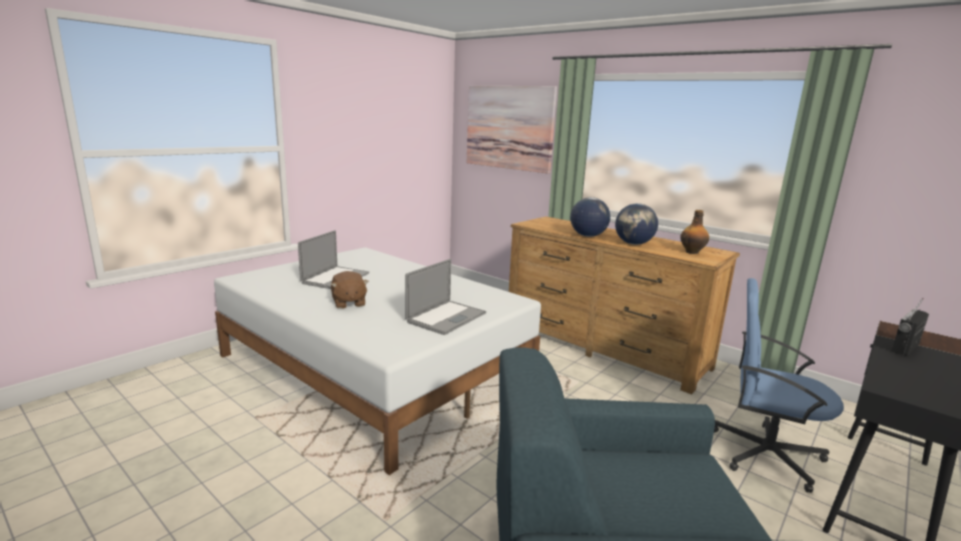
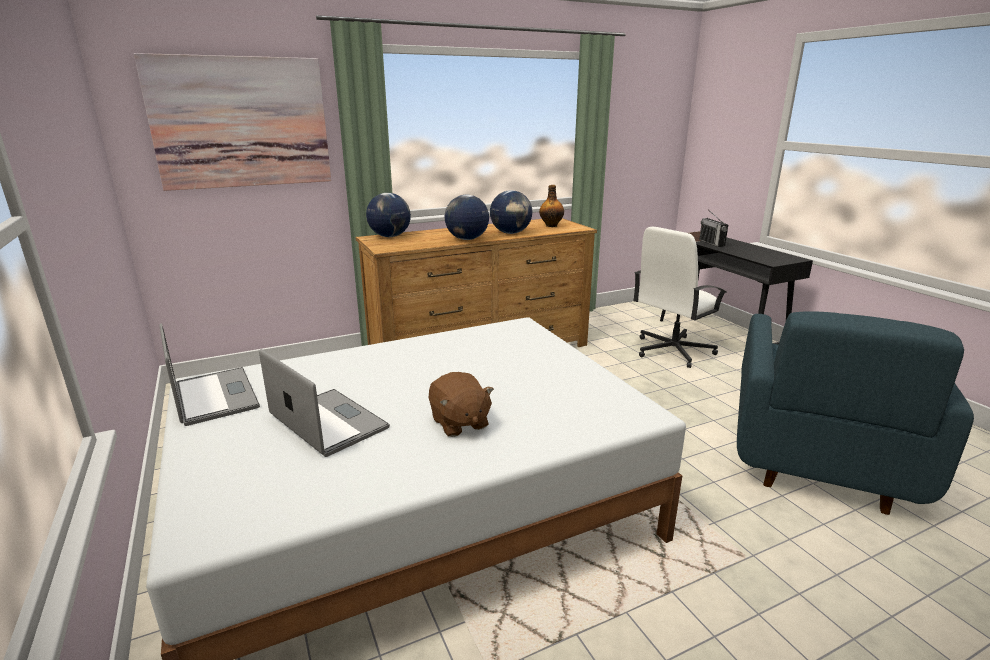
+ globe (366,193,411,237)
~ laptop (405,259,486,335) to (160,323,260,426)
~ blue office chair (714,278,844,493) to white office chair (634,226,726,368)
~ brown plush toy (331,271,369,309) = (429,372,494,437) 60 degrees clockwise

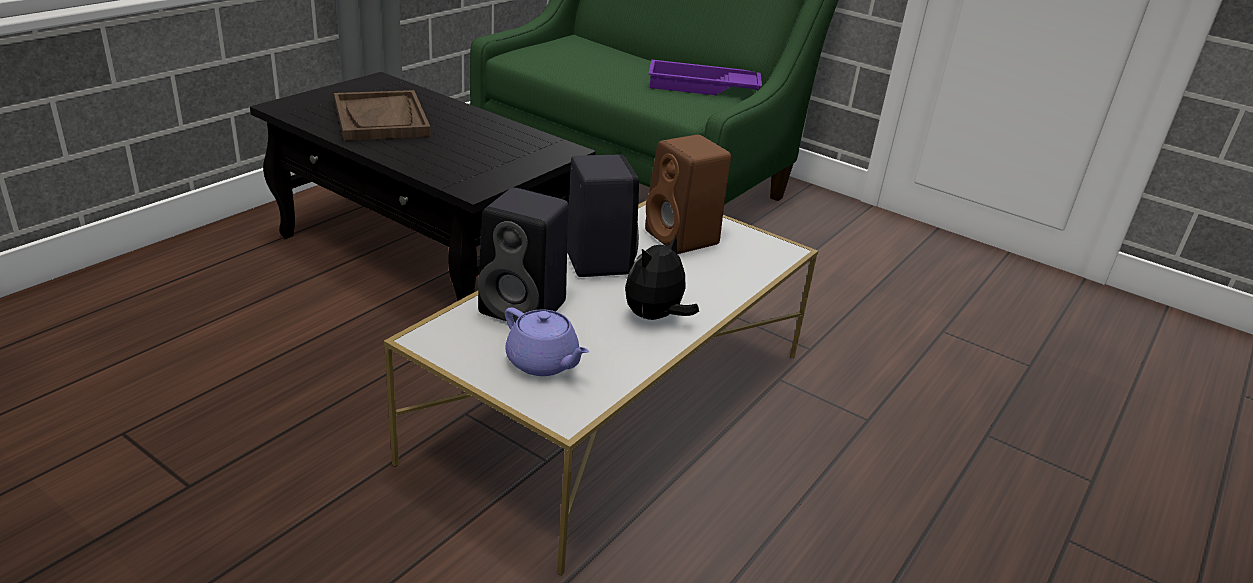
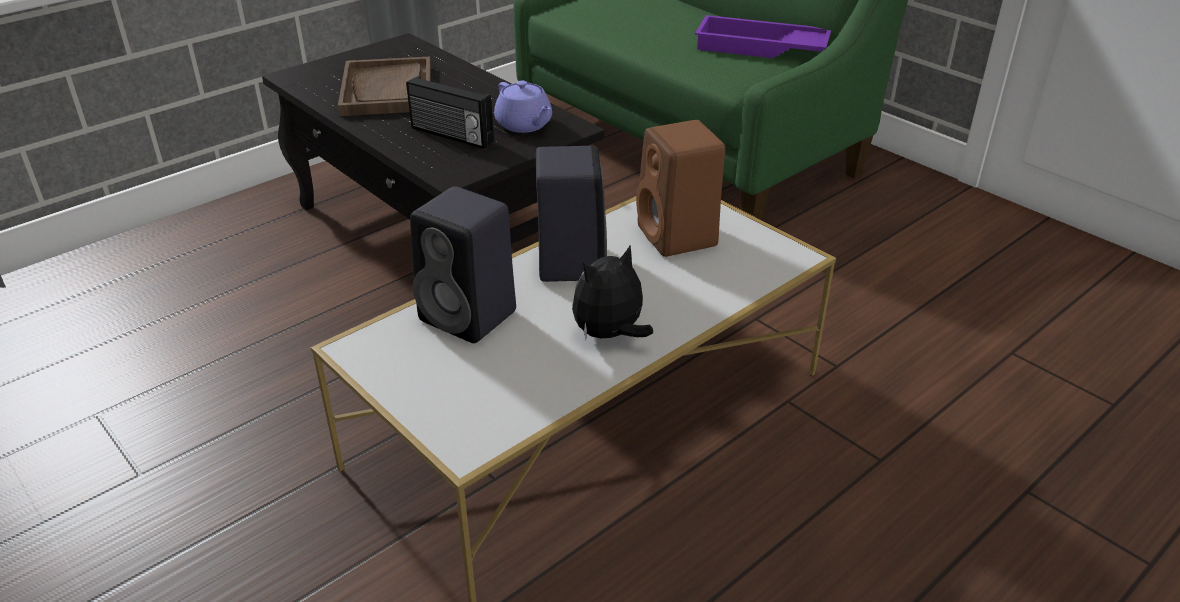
+ radio (406,76,494,149)
~ purple teapot (505,307,589,376) to (494,81,552,133)

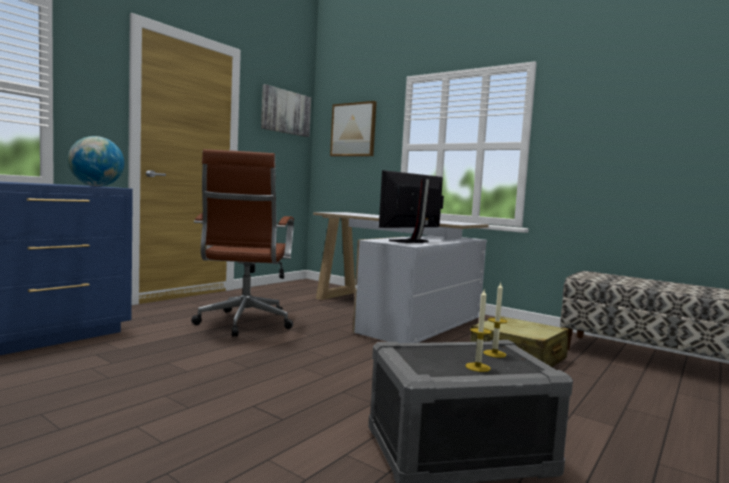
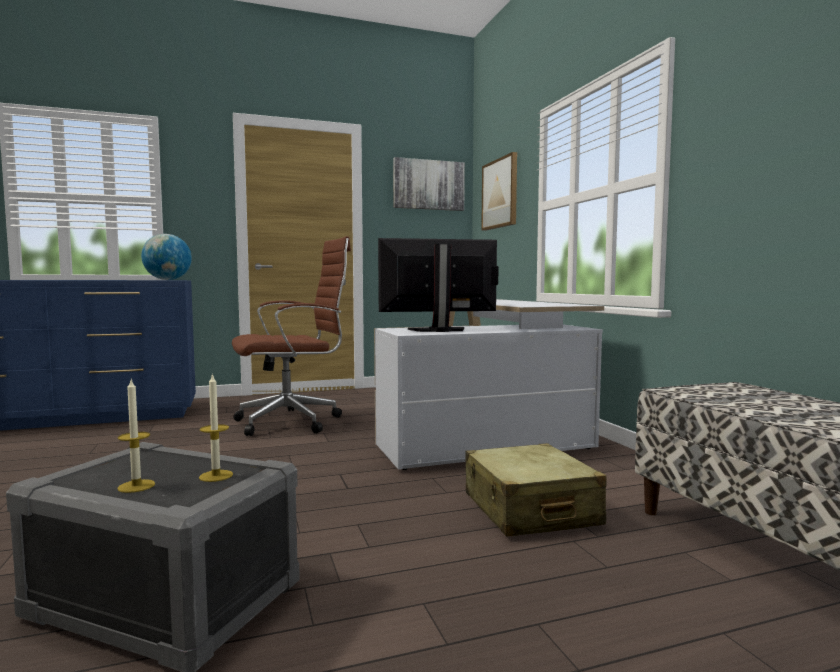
~ brown office chair (191,149,294,337) = (232,236,351,436) 150 degrees counterclockwise

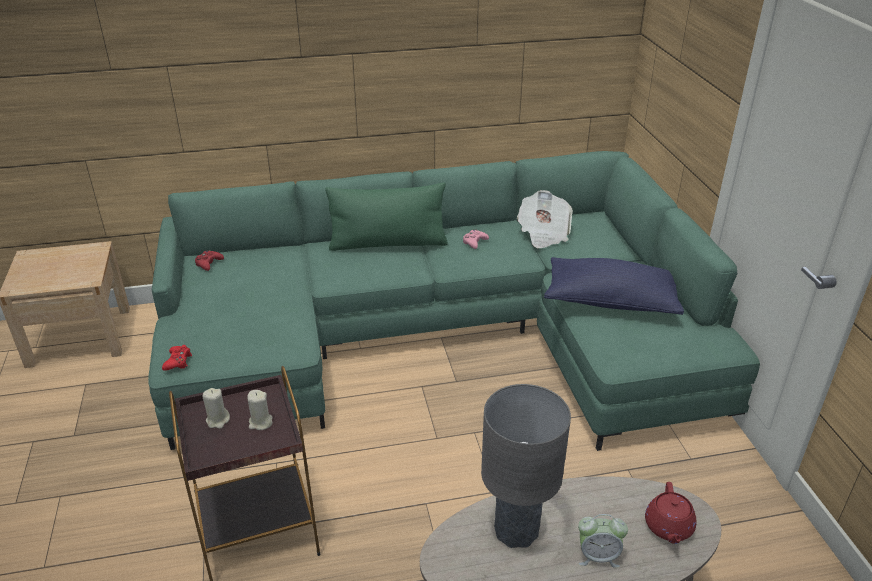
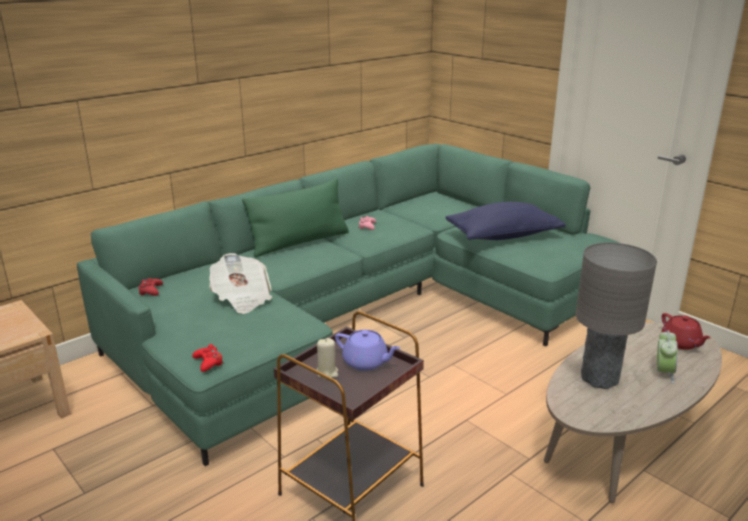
~ newspaper (517,190,573,248) to (209,253,272,314)
~ beige candle (247,390,273,430) to purple teapot (335,330,400,371)
~ alarm clock (578,514,628,568) = (657,330,678,383) 45 degrees counterclockwise

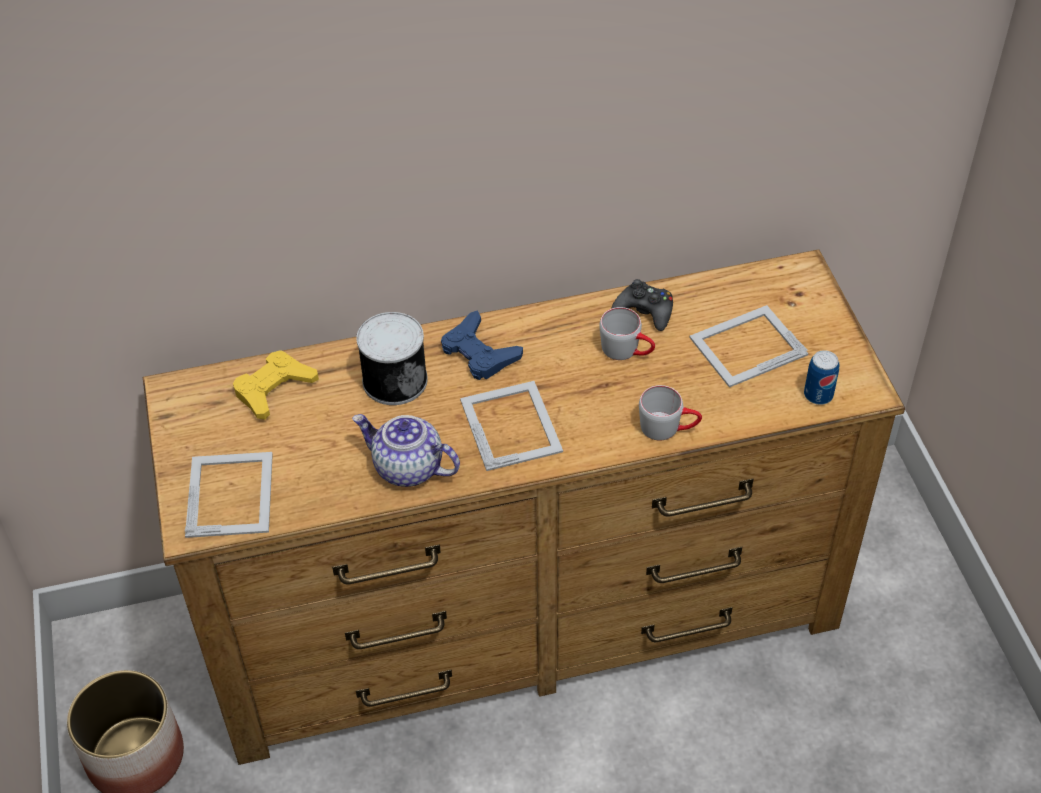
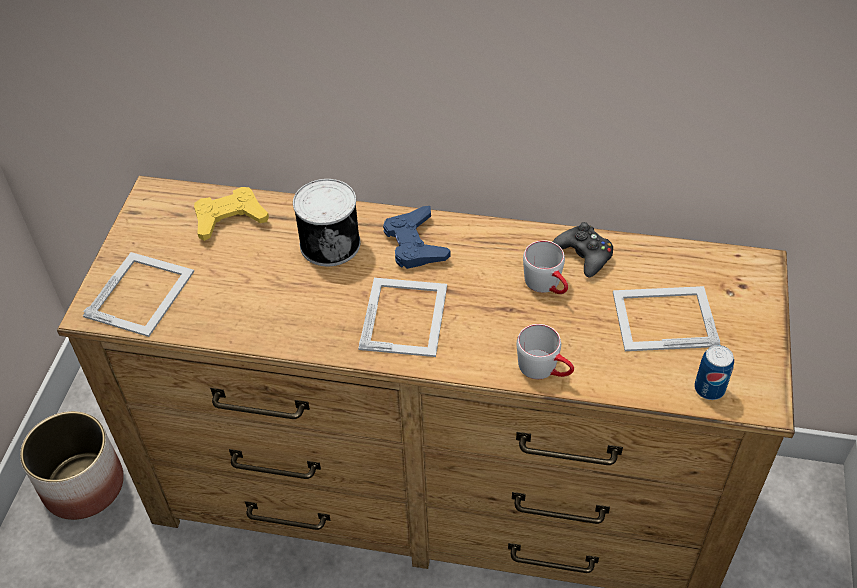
- teapot (352,414,460,487)

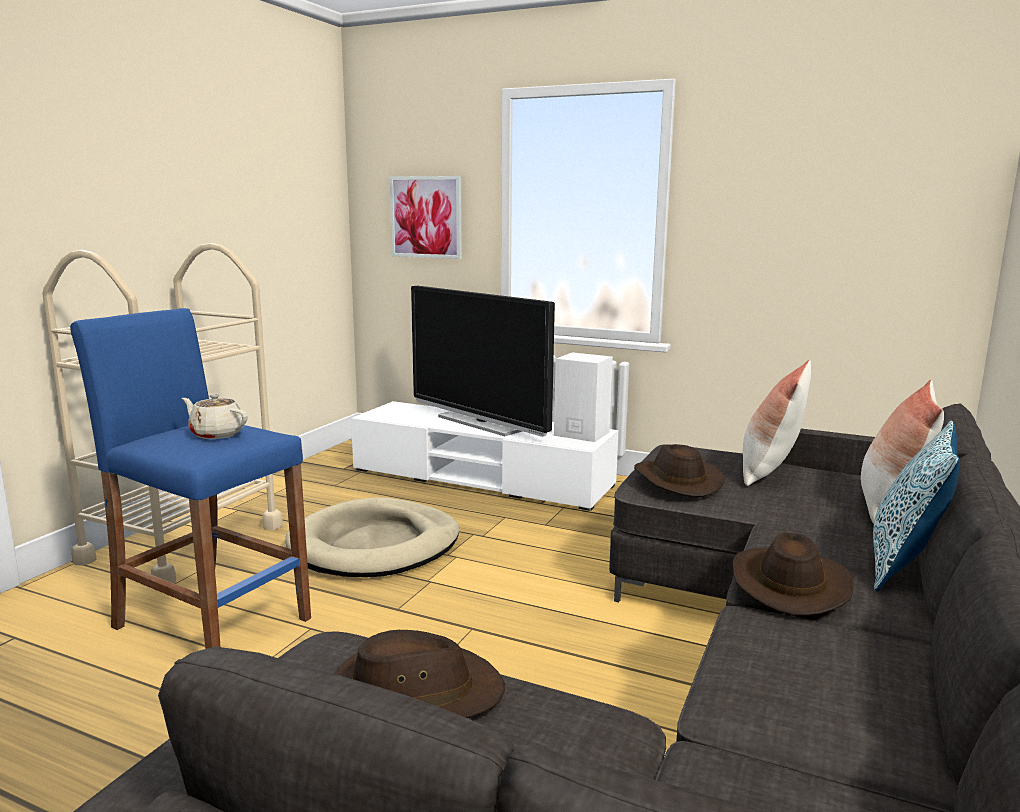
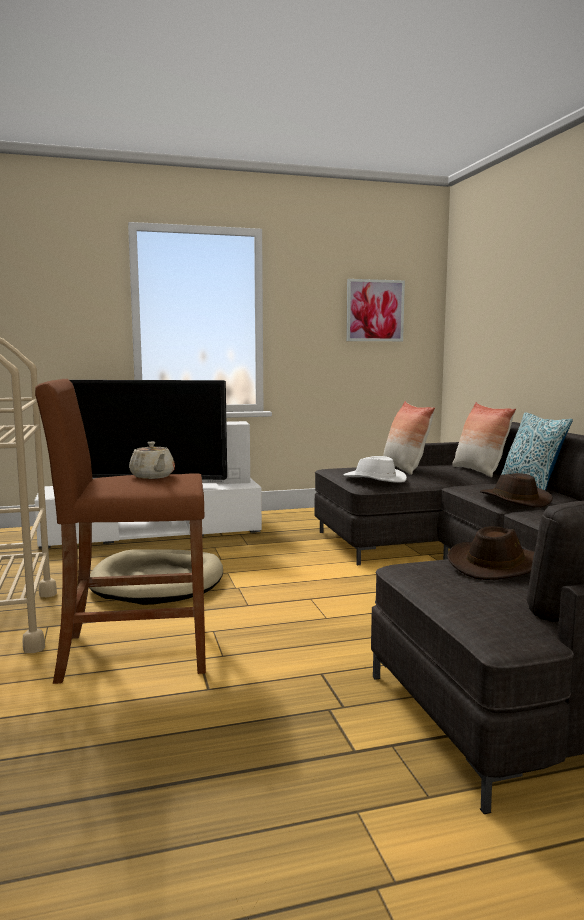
~ picture (390,176,462,259) to (346,279,405,341)
~ blue stool (70,308,311,649) to brown stool (35,379,206,684)
~ brown hat (634,444,725,497) to white hat (344,456,407,483)
~ beige teapot (182,394,248,439) = (129,442,175,479) 105 degrees counterclockwise

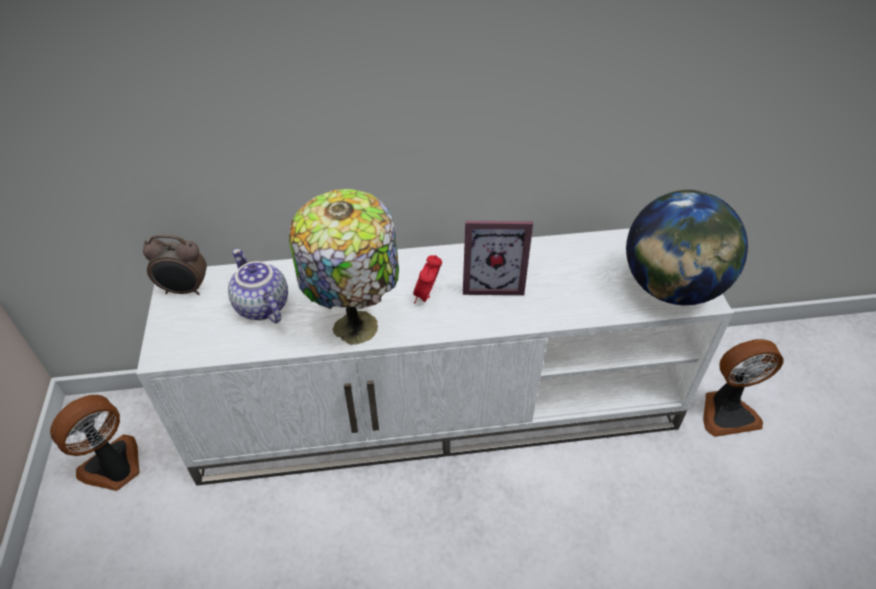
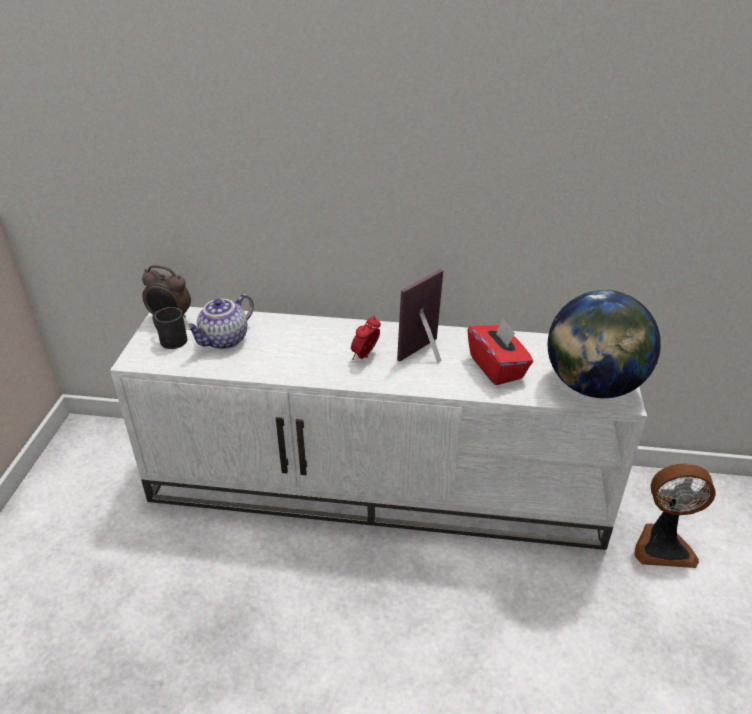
- fan (50,395,140,491)
- table lamp (289,189,399,345)
+ black mug (153,307,187,349)
+ red tissue box (468,318,533,385)
~ teapot (228,249,288,323) = (185,294,254,350) 120 degrees counterclockwise
~ picture frame (463,221,533,295) = (397,269,443,363) 120 degrees clockwise

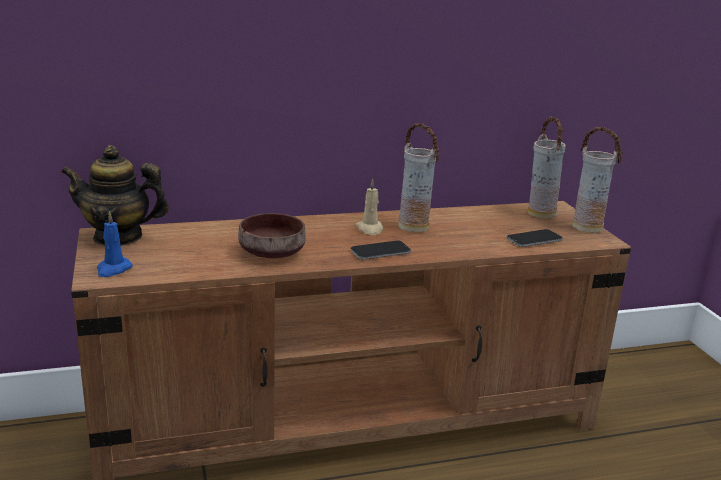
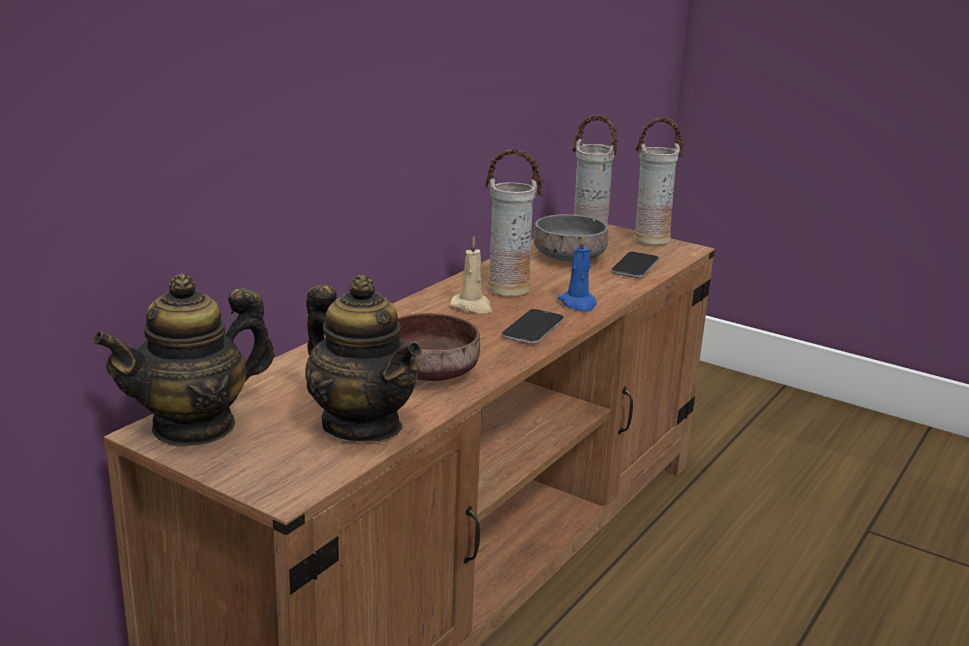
+ teapot (305,275,422,442)
+ grey bowl (534,214,608,262)
~ blue candle (97,211,133,277) to (557,234,597,312)

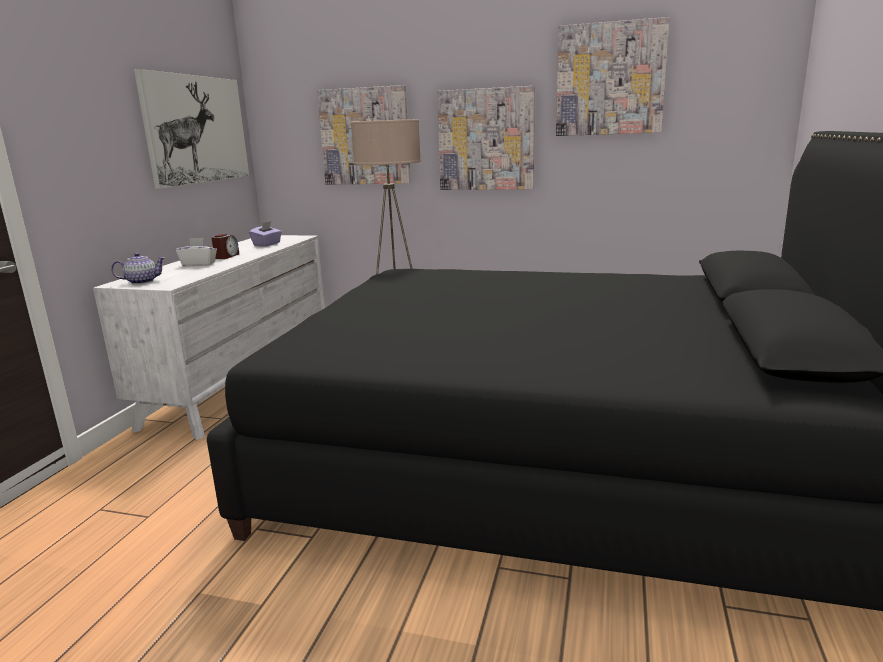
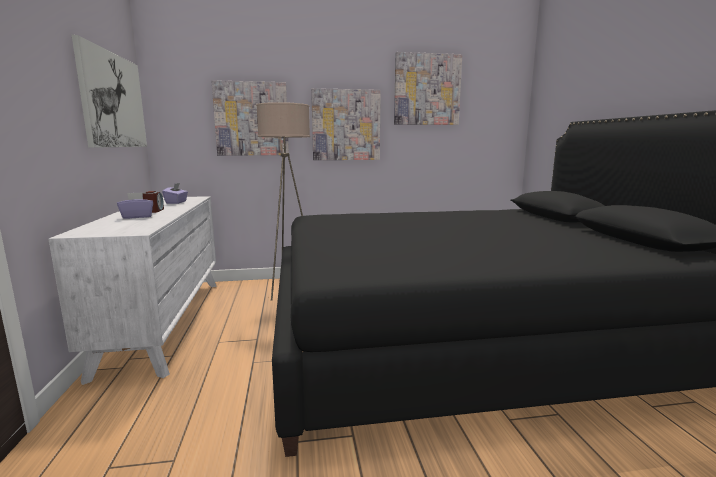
- teapot (111,253,166,284)
~ white tissue box (176,237,217,267) to purple tissue box (117,192,153,219)

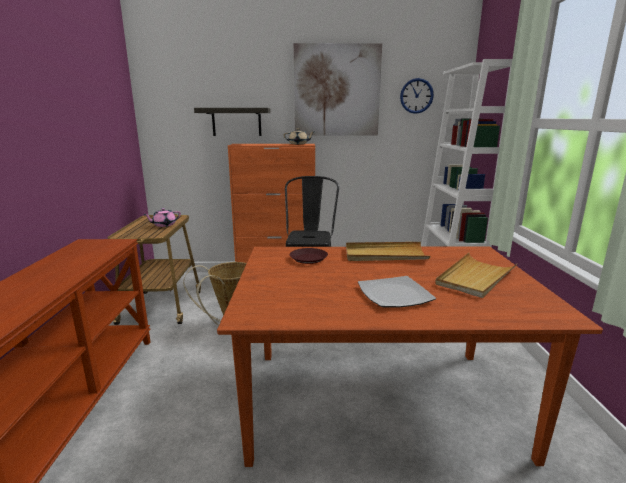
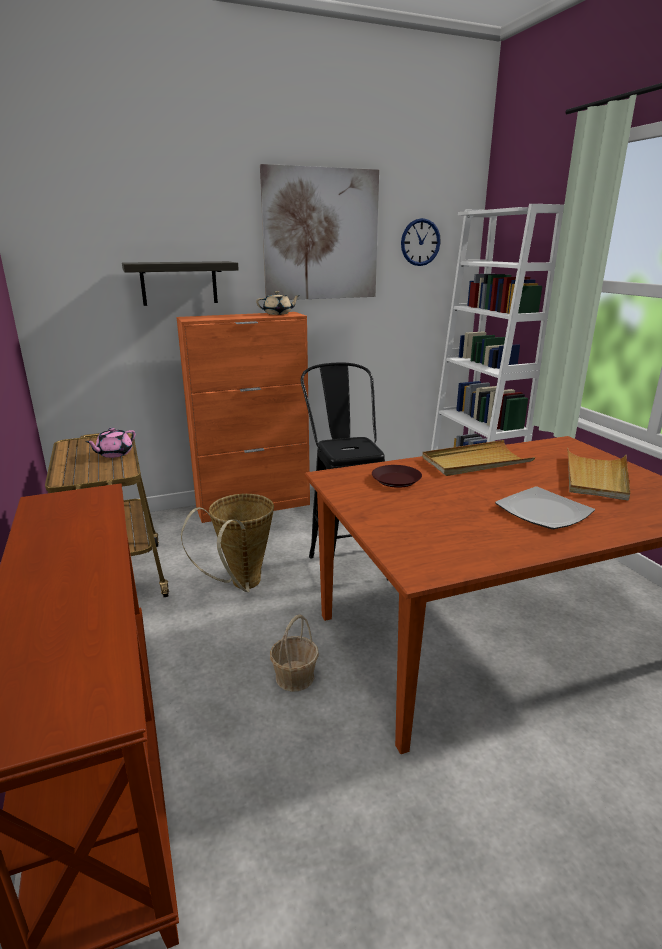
+ basket (270,615,319,692)

